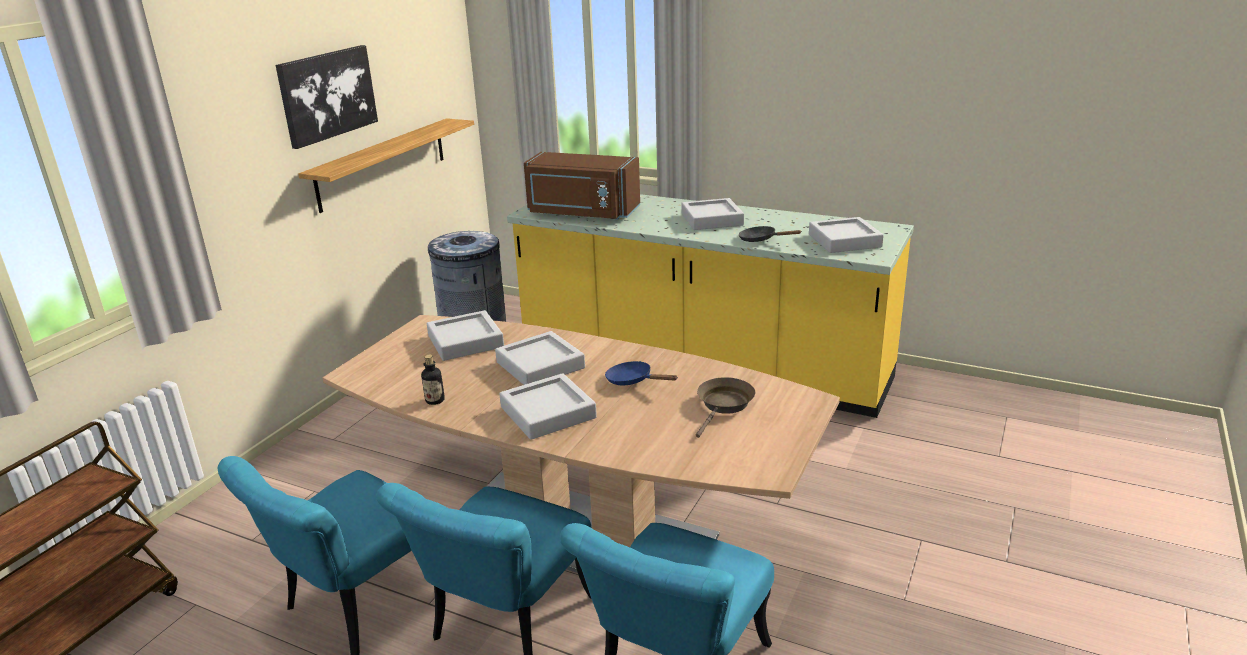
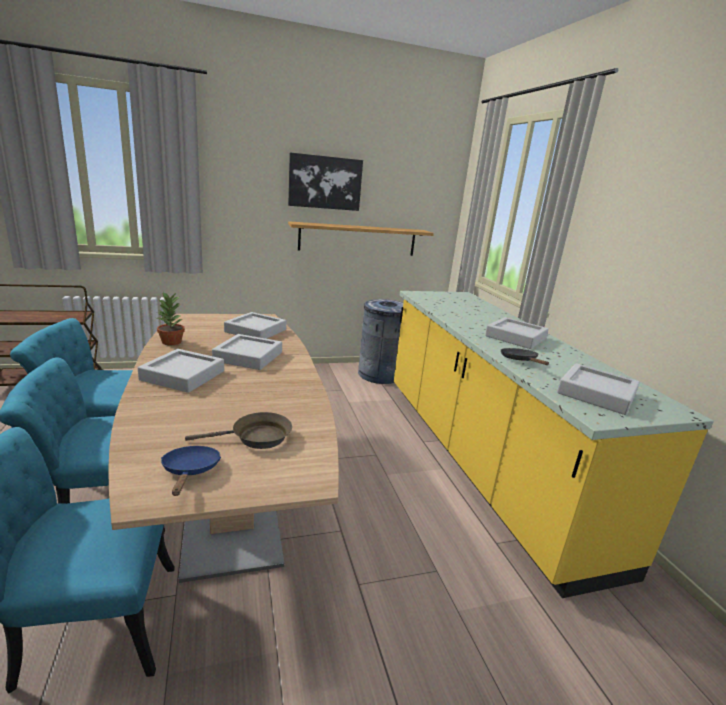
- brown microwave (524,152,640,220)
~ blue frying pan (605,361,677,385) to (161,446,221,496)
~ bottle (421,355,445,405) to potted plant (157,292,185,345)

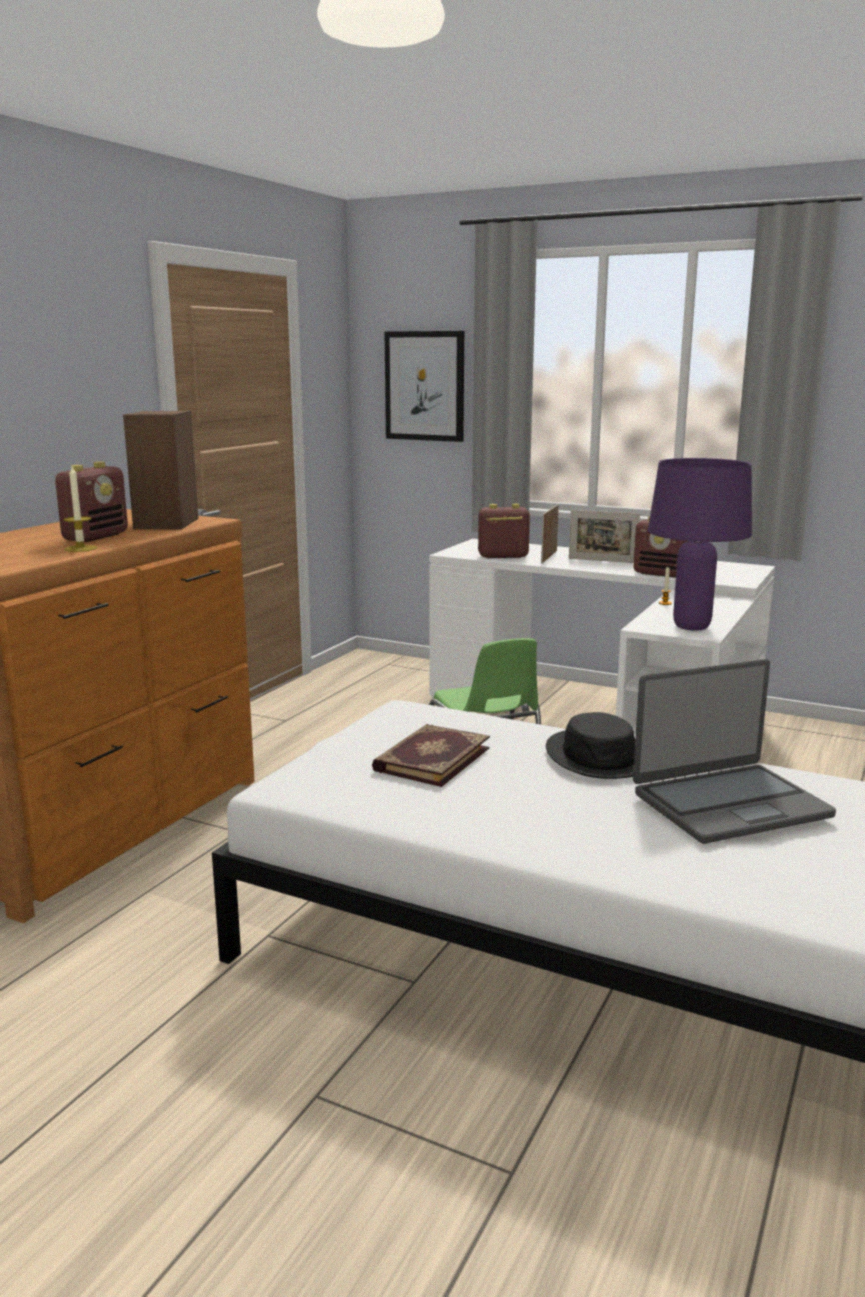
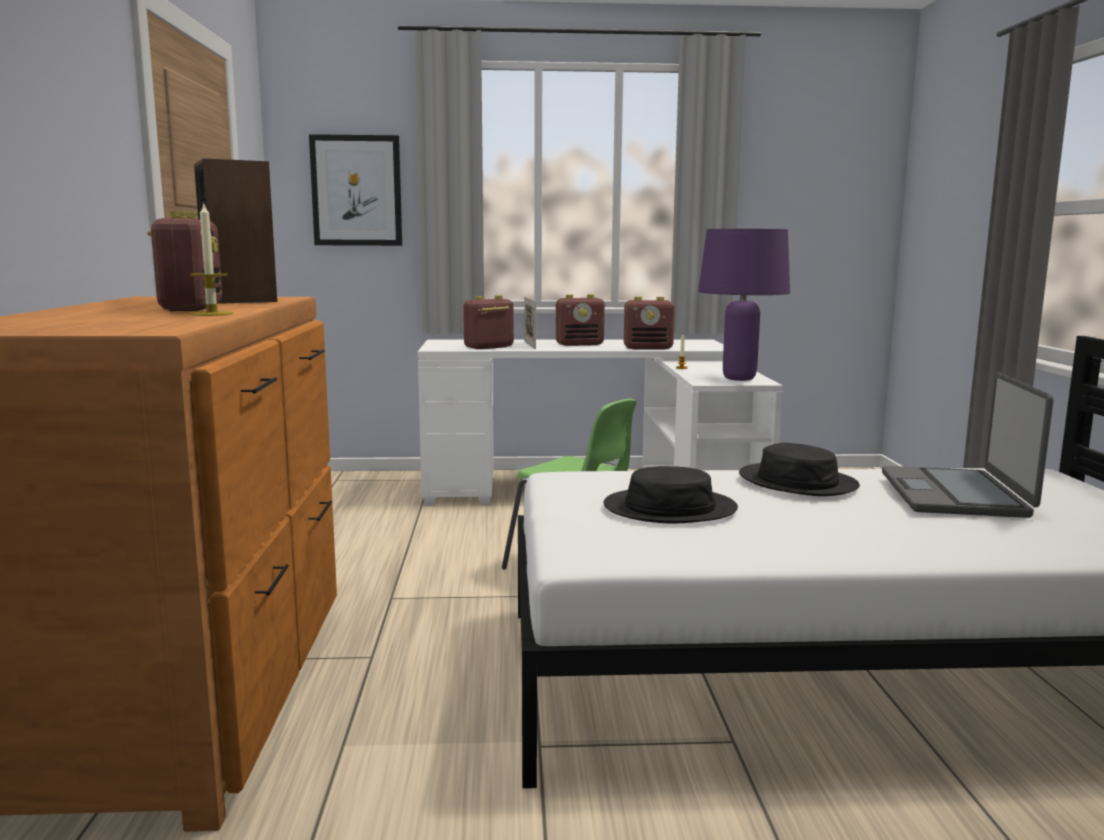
~ book (372,724,490,787) to black hat (604,466,738,524)
~ picture frame (569,510,640,563) to radio (556,294,605,346)
~ laptop (633,659,836,844) = (882,372,1054,518) 150 degrees clockwise

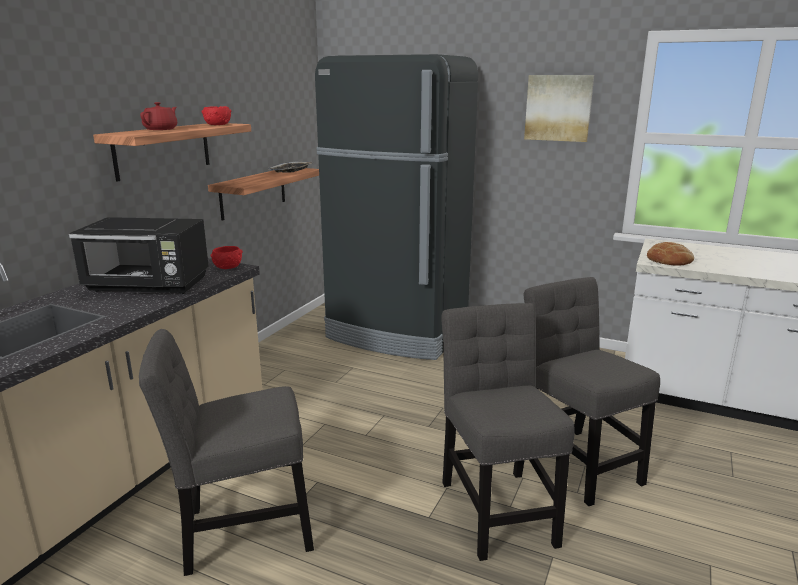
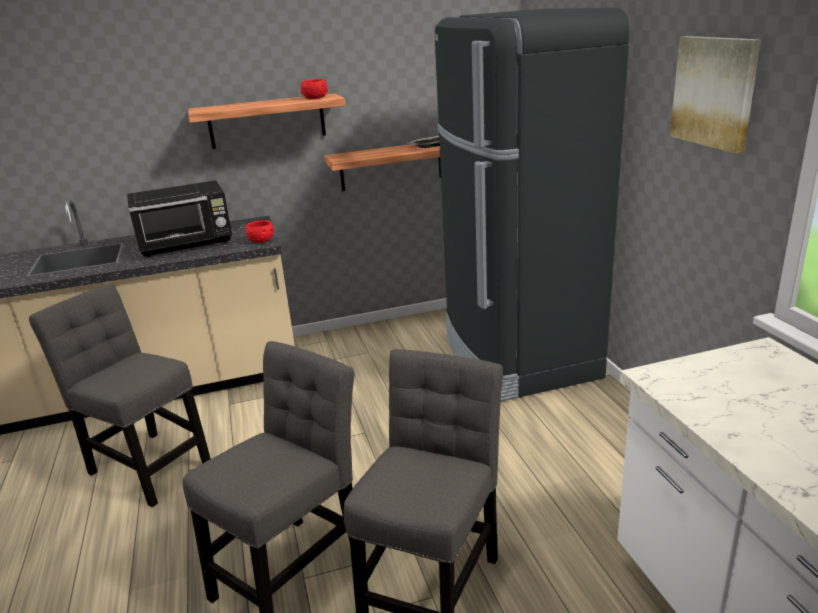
- red teapot (140,102,177,130)
- bread (647,242,694,265)
~ black microwave (69,217,209,294) = (127,180,232,257) 75 degrees counterclockwise

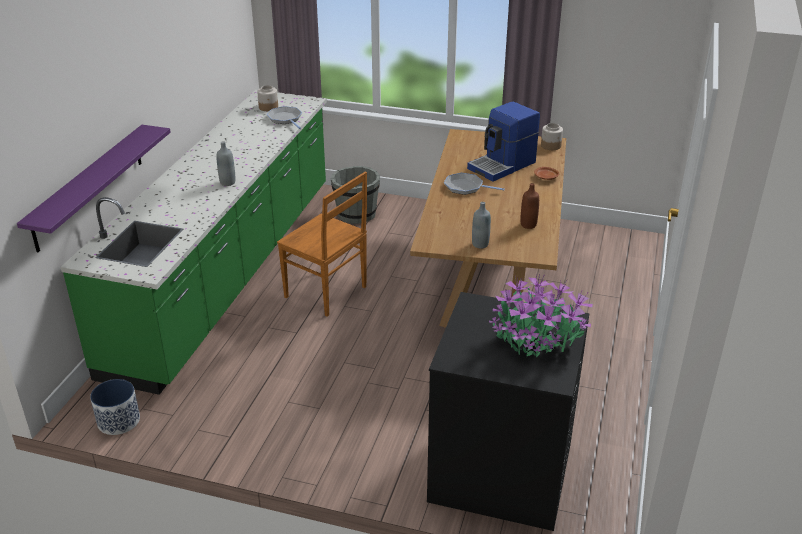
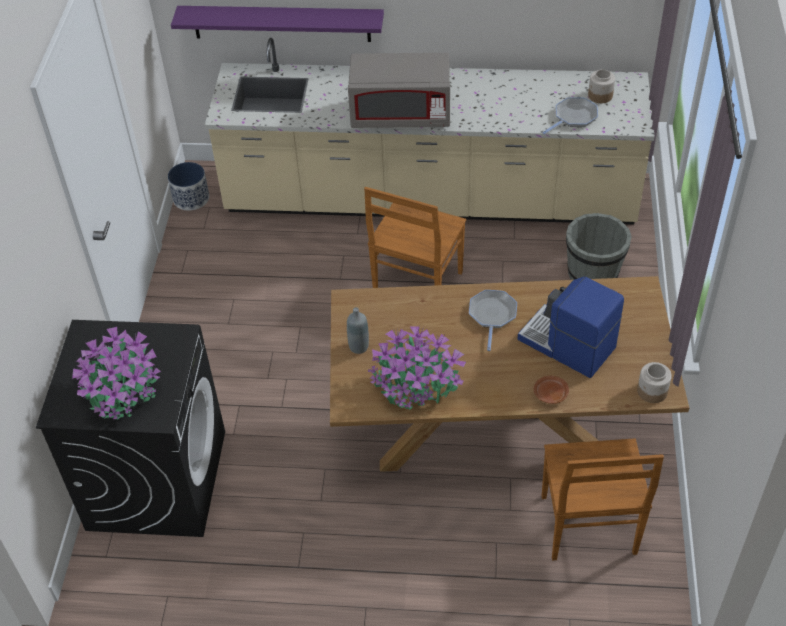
+ brown chair (542,438,664,560)
~ grey bottle (217,141,235,186) to grey microwave (348,53,450,128)
~ brown bottle (521,183,539,229) to potted plant (368,326,466,410)
~ green counter (60,90,327,395) to beige counter (205,38,655,225)

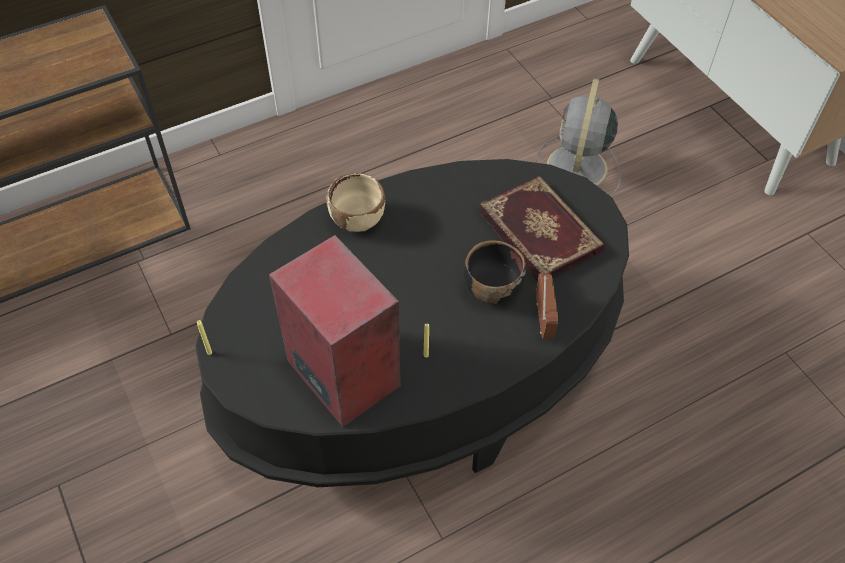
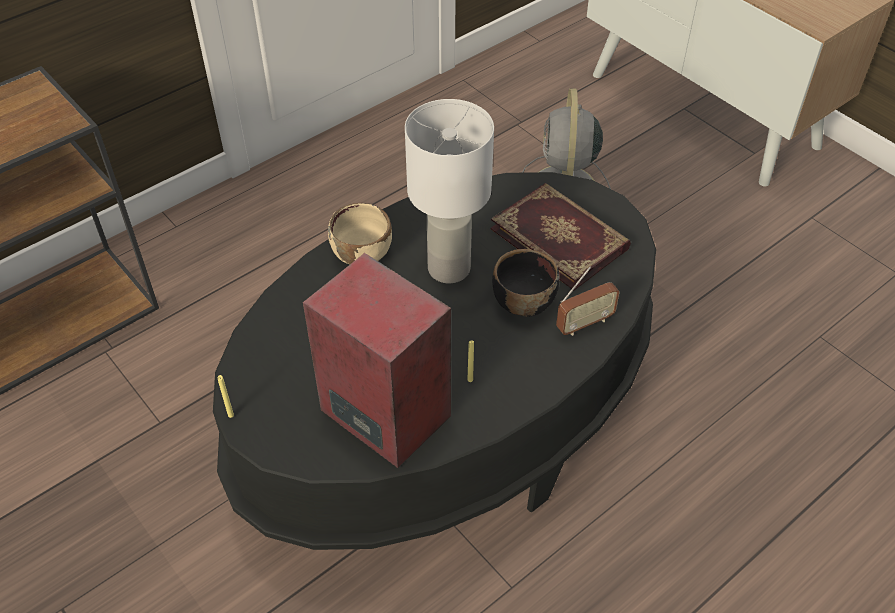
+ white table lamp (405,99,494,283)
~ radio (536,274,558,339) = (556,266,620,336) 75 degrees clockwise

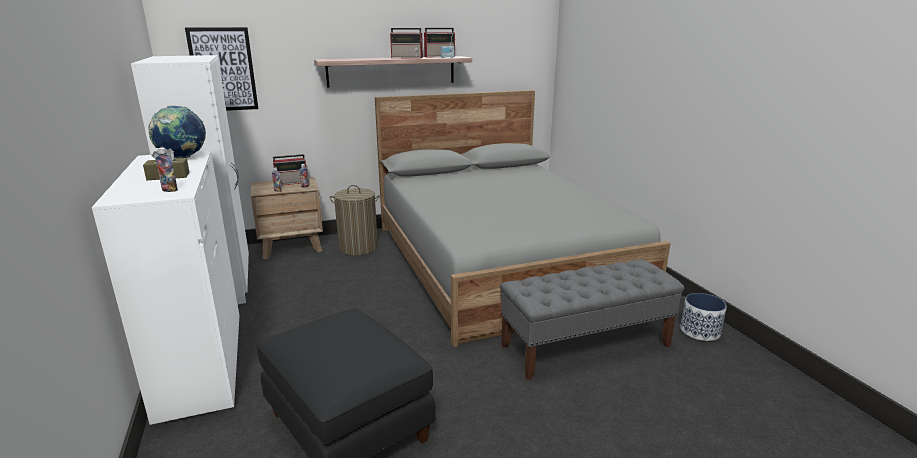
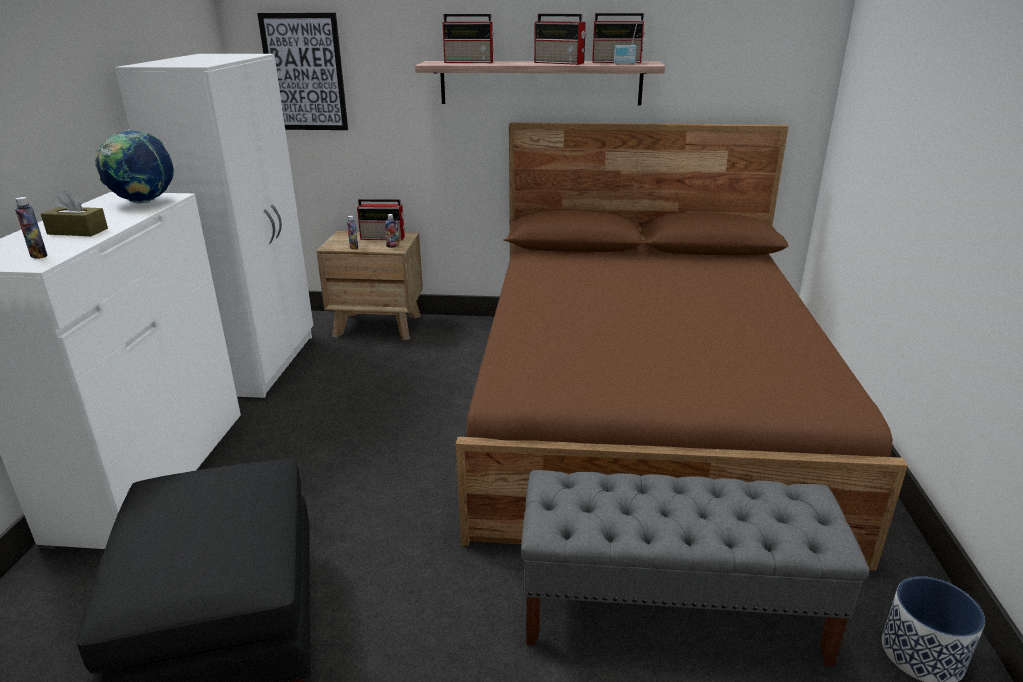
- laundry basket (329,185,380,256)
+ radio (443,14,494,63)
~ grey bed (375,90,671,347) to brown bed (456,122,908,570)

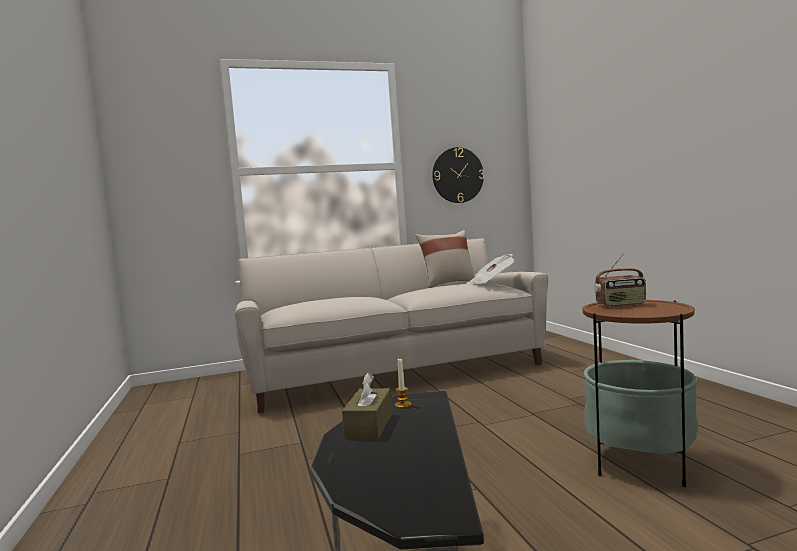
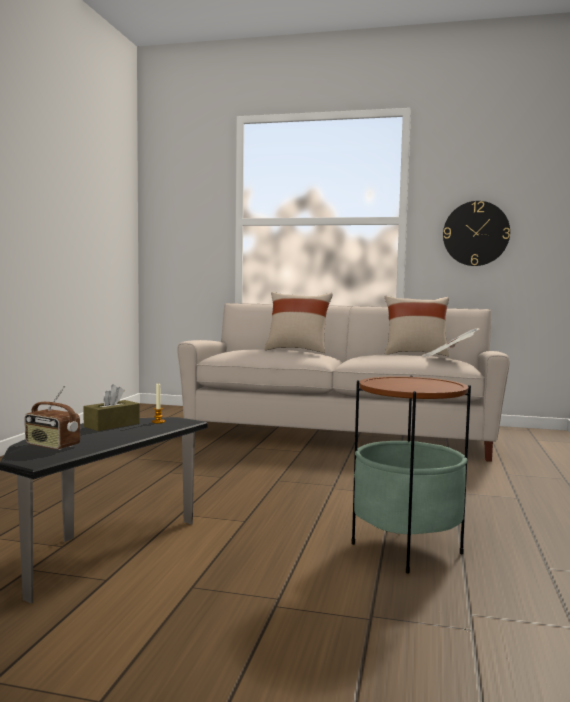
+ beige pillow (264,292,333,353)
~ radio (594,254,646,307) to (25,385,80,450)

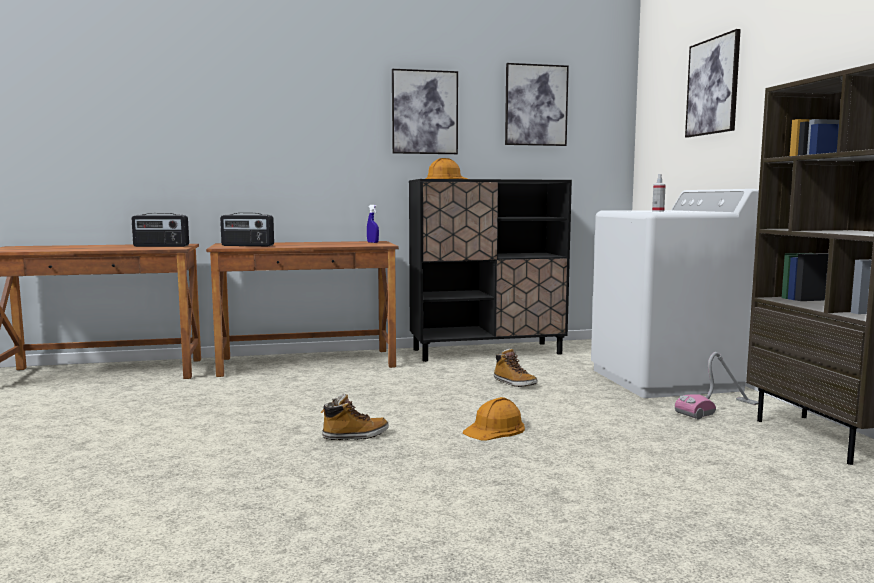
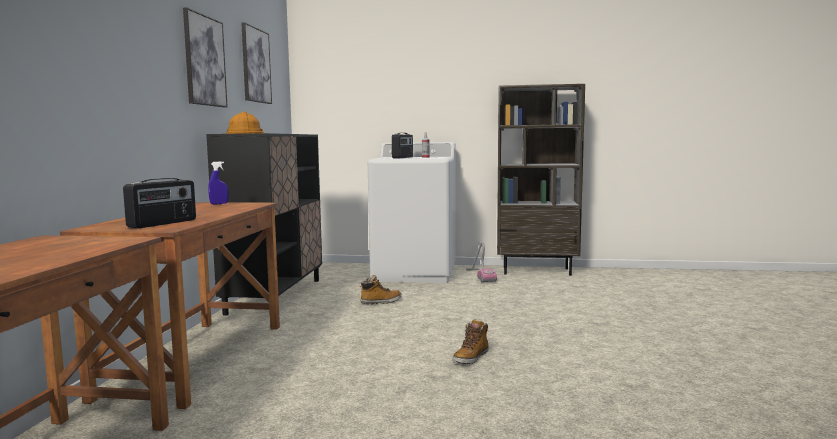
- orange hard hat (463,397,525,440)
- picture (685,29,741,137)
~ radio (132,213,189,247) to (392,133,413,158)
~ boot (320,394,389,440) = (453,319,489,364) 150 degrees counterclockwise

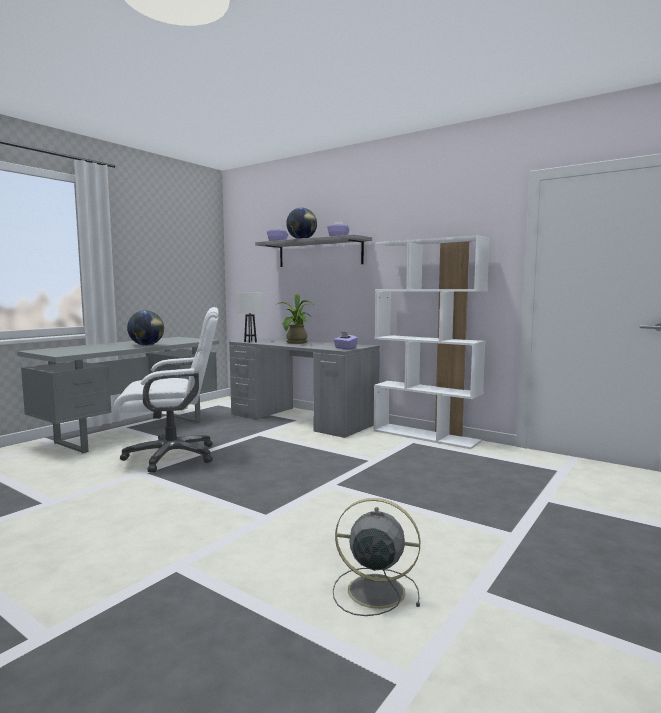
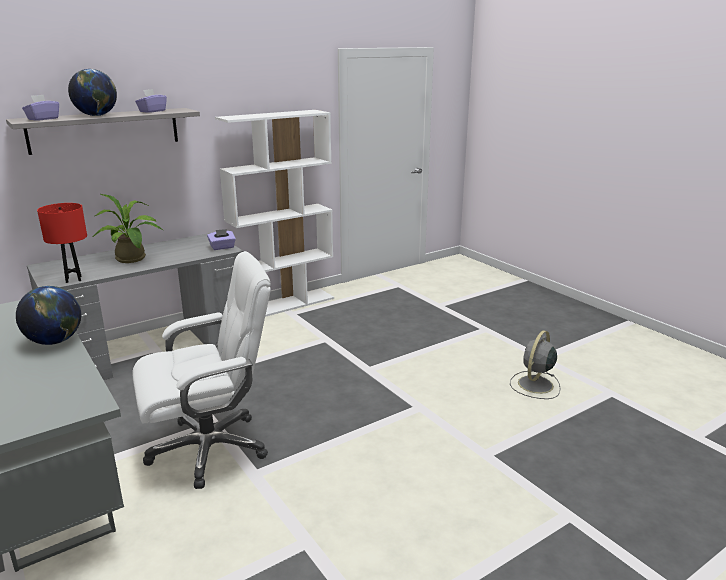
~ white table lamp (236,292,263,343) to red table lamp (37,203,87,283)
~ white office chair (114,307,219,472) = (132,251,271,489) 60 degrees clockwise

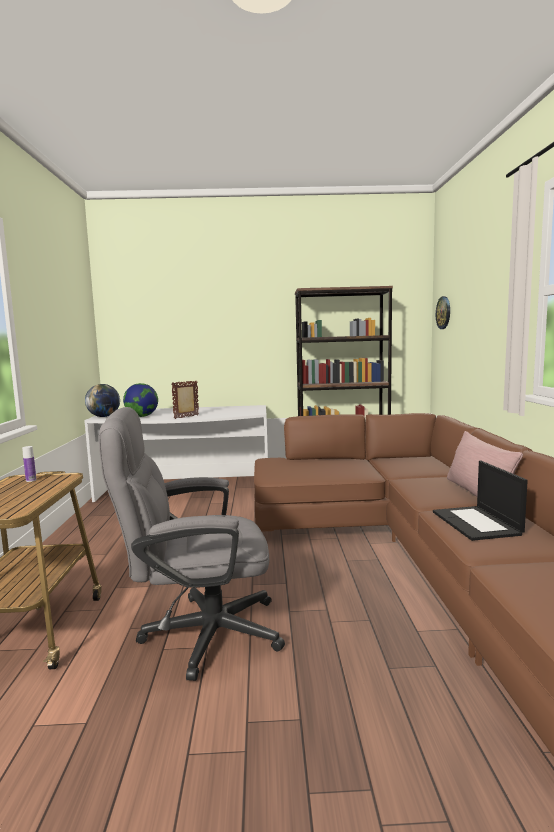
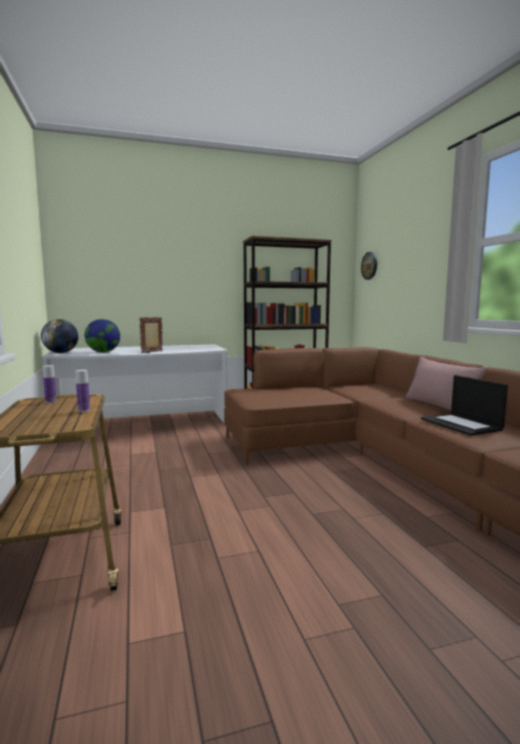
- grey office chair (98,407,285,681)
+ bottle (76,370,90,412)

